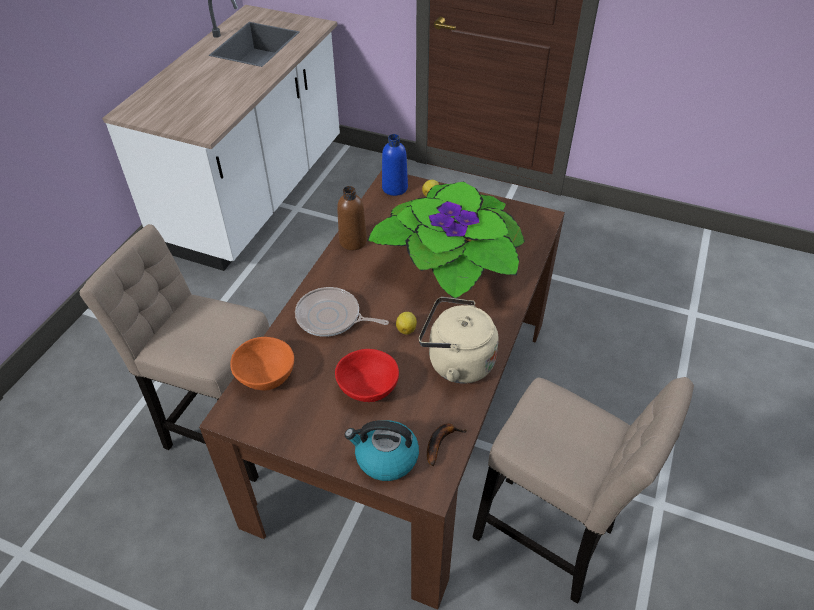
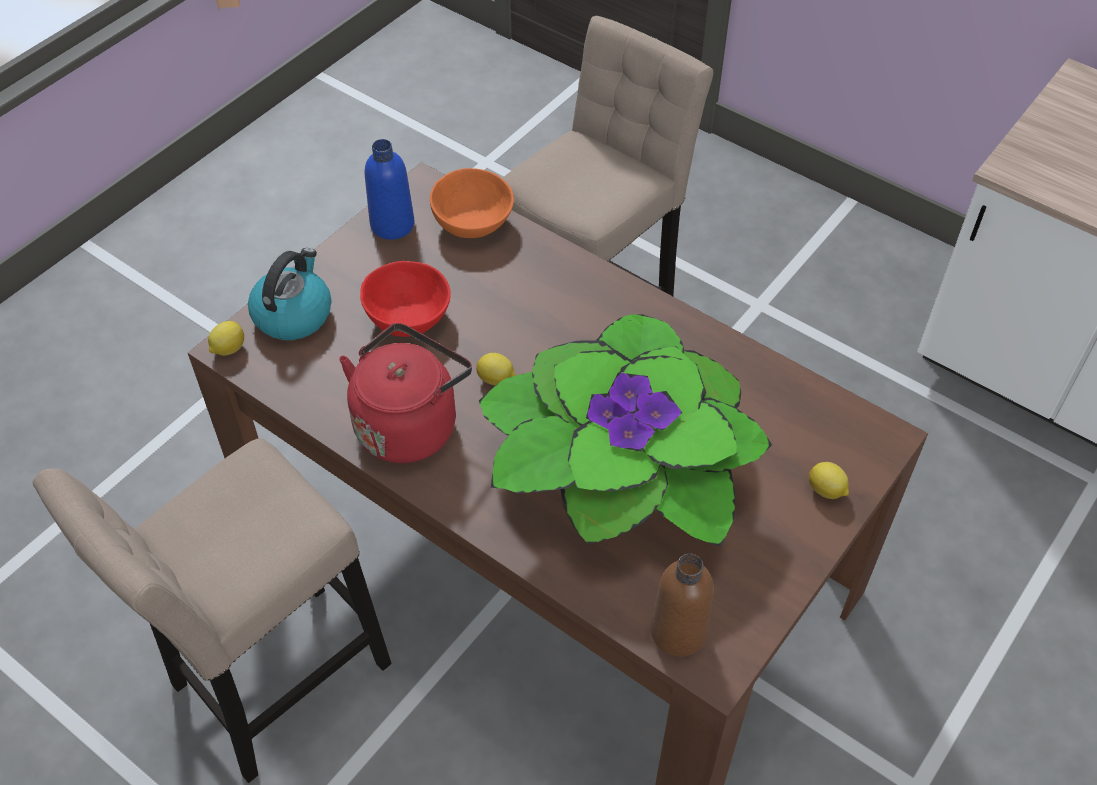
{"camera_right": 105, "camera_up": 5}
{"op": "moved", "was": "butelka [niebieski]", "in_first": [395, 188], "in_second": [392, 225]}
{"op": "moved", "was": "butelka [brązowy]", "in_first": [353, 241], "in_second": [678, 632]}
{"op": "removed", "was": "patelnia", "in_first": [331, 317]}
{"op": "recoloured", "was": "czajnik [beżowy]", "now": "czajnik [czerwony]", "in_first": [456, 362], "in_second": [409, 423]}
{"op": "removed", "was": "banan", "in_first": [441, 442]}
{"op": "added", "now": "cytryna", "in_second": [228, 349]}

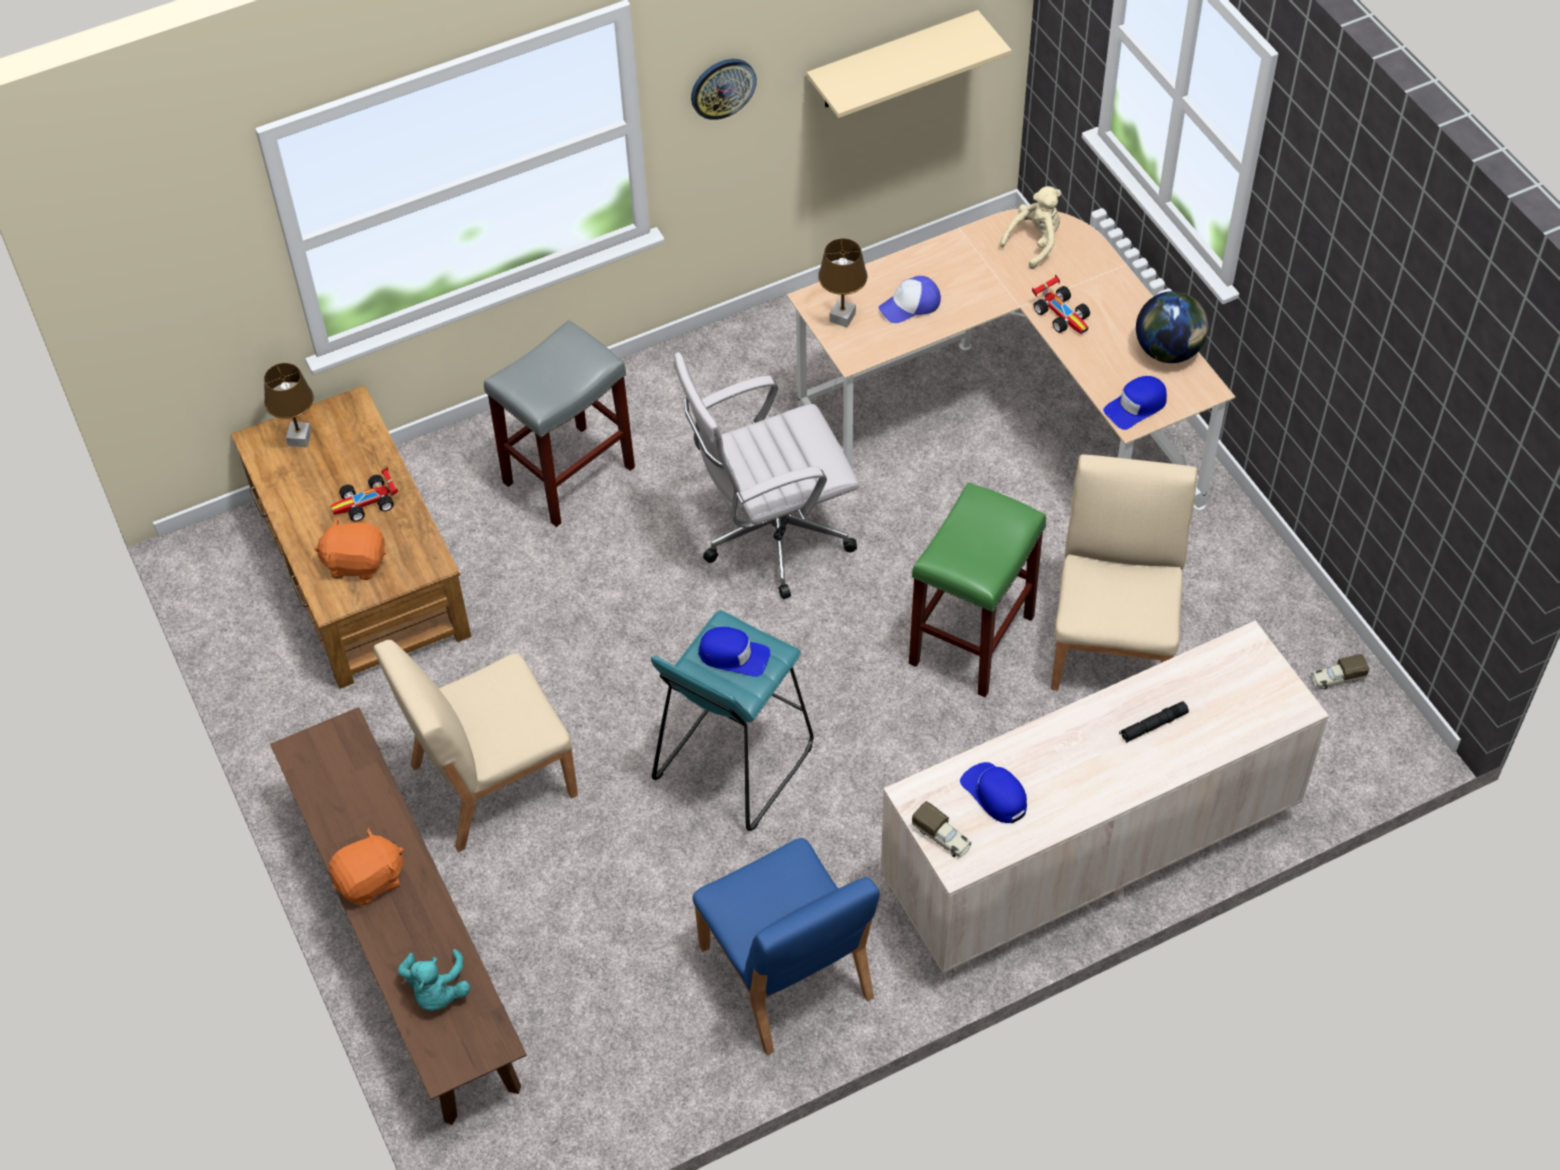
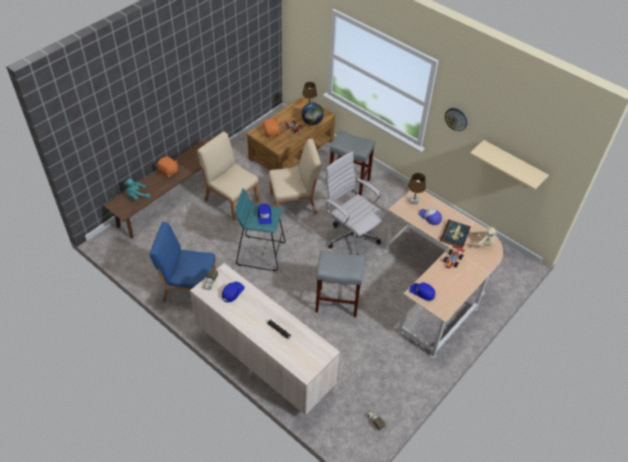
{"camera_right": 65, "camera_up": -5}
{"op": "moved", "was": "globus", "in_first": [1168, 351], "in_second": [312, 122]}
{"op": "moved", "was": "krzesło [beżowy]", "in_first": [1113, 642], "in_second": [294, 203]}
{"op": "recoloured", "was": "stołek [zielony]", "now": "stołek [szary]", "in_first": [971, 641], "in_second": [336, 302]}
{"op": "turned", "was": "krzesło [niebieski]", "in_first": [786, 974], "in_second": [189, 288], "clockwise": 60}
{"op": "added", "now": "książka", "in_second": [455, 235]}

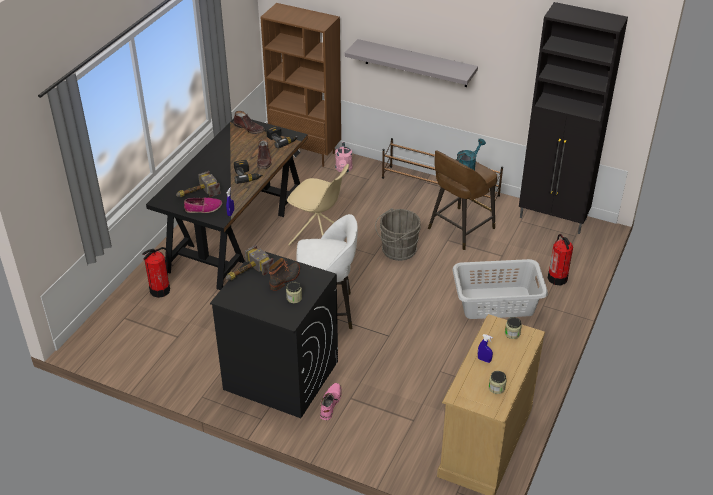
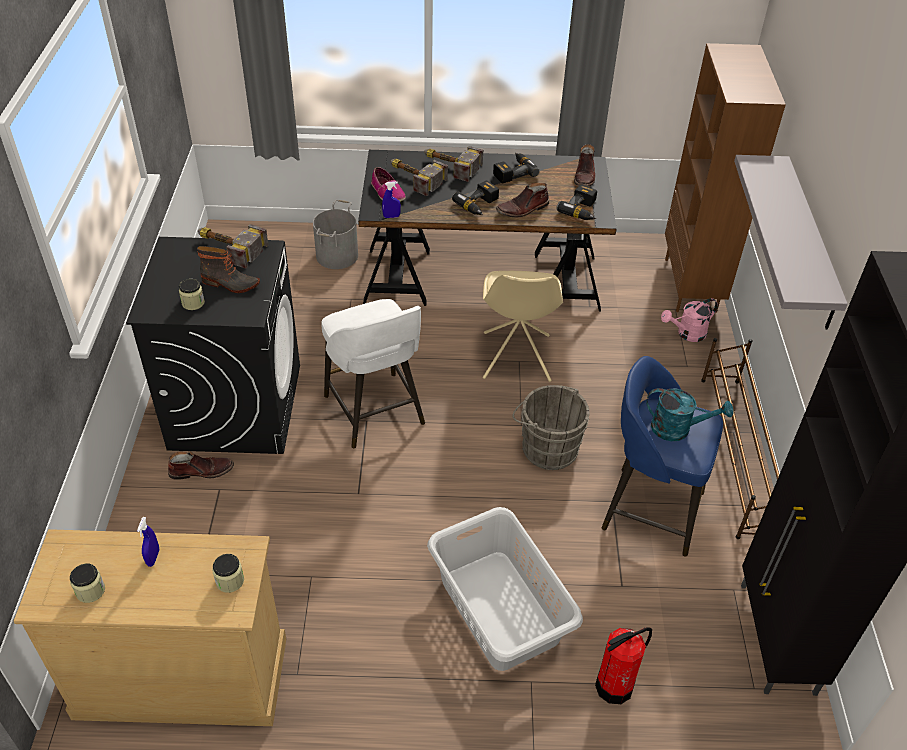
{"camera_right": 65, "camera_up": 5}
{"op": "recoloured", "was": "stołek [brązowy]", "now": "stołek [niebieski]", "in_first": [459, 229], "in_second": [649, 509]}
{"op": "replaced", "was": "gaśnica", "now": "wiadro [szary]", "in_first": [160, 290], "in_second": [336, 255]}
{"op": "recoloured", "was": "but z cholewką [różowy]", "now": "but z cholewką [brązowy]", "in_first": [330, 403], "in_second": [202, 471]}
{"op": "added", "now": "młotek", "in_second": [449, 165]}
{"op": "added", "now": "wiertarka", "in_second": [512, 172]}

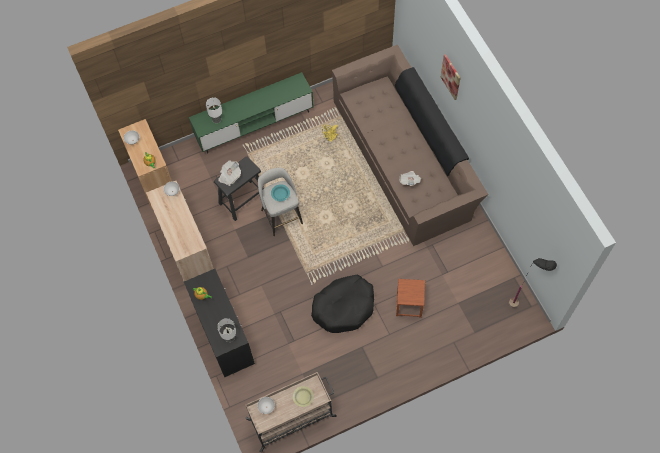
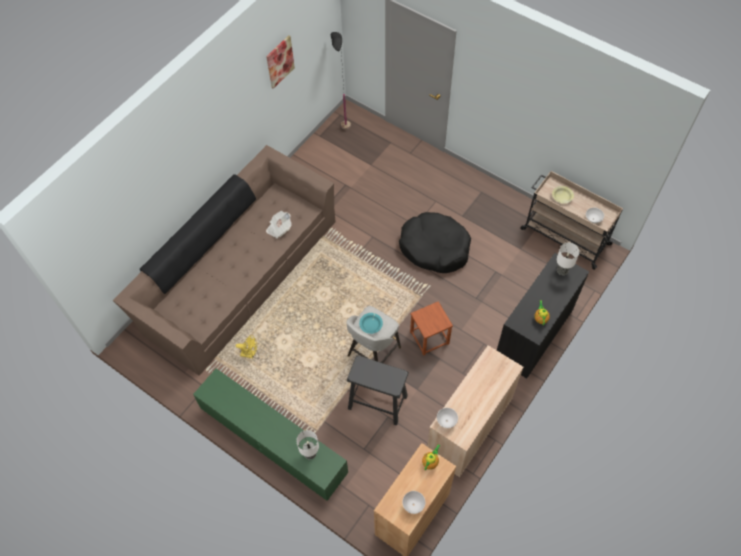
{"camera_right": -120, "camera_up": -5}
{"op": "moved", "was": "obraz", "in_first": [451, 77], "in_second": [280, 61]}
{"op": "removed", "was": "gazeta", "in_first": [229, 176]}
{"op": "moved", "was": "stołek [brązowy]", "in_first": [408, 304], "in_second": [429, 338]}

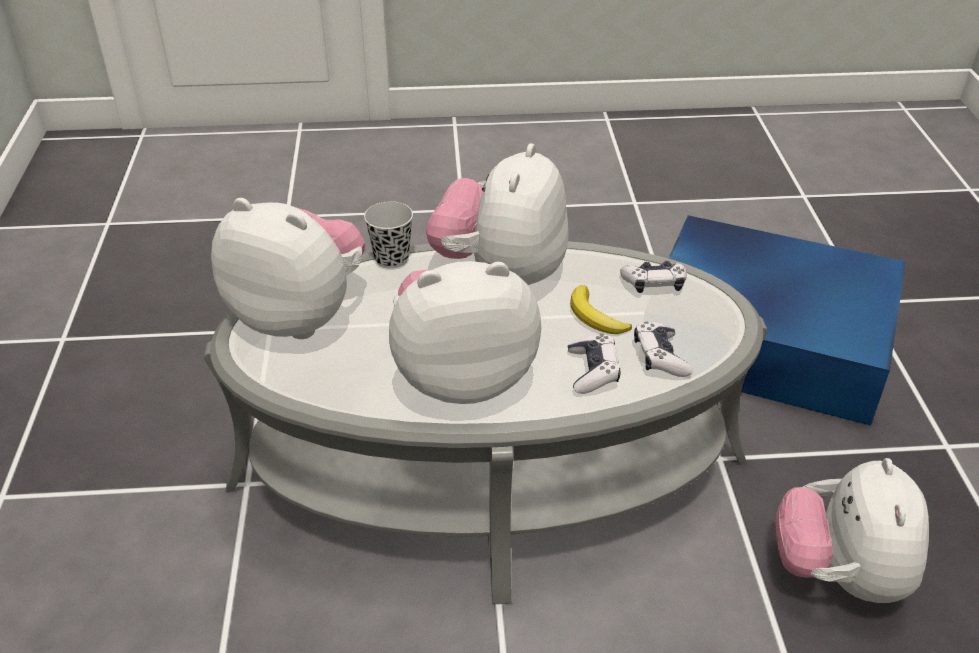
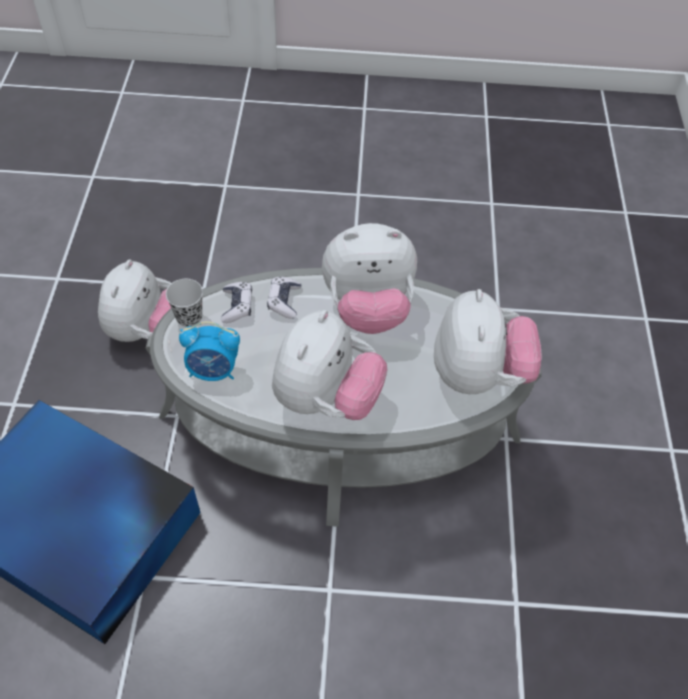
{"camera_right": -175, "camera_up": 15}
{"op": "turned", "was": "pluszak", "in_first": [300, 316], "in_second": [478, 374], "clockwise": -120}
{"op": "moved", "was": "filiżanka [czarny]", "in_first": [391, 259], "in_second": [189, 317]}
{"op": "replaced", "was": "pad do gier", "now": "budzik", "in_first": [654, 284], "in_second": [214, 370]}
{"op": "removed", "was": "banan", "in_first": [595, 317]}

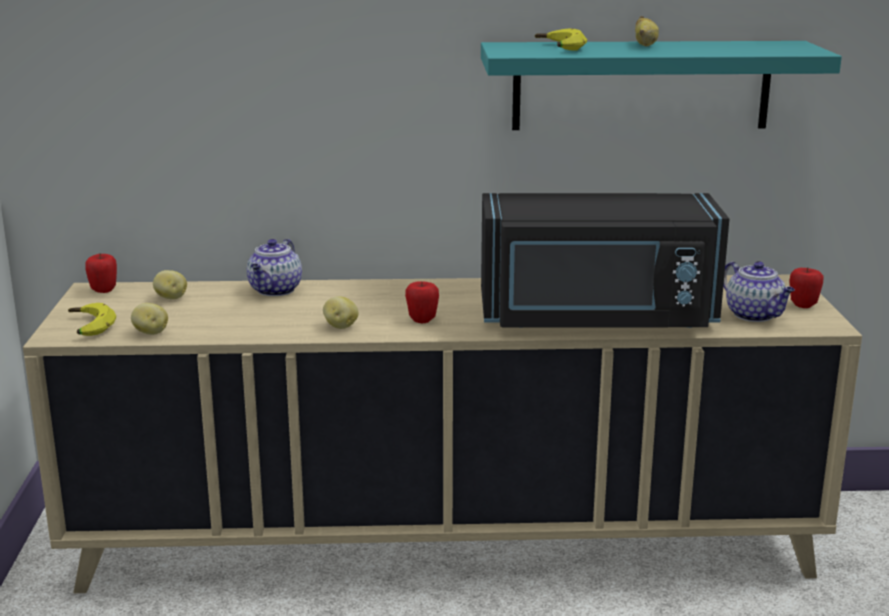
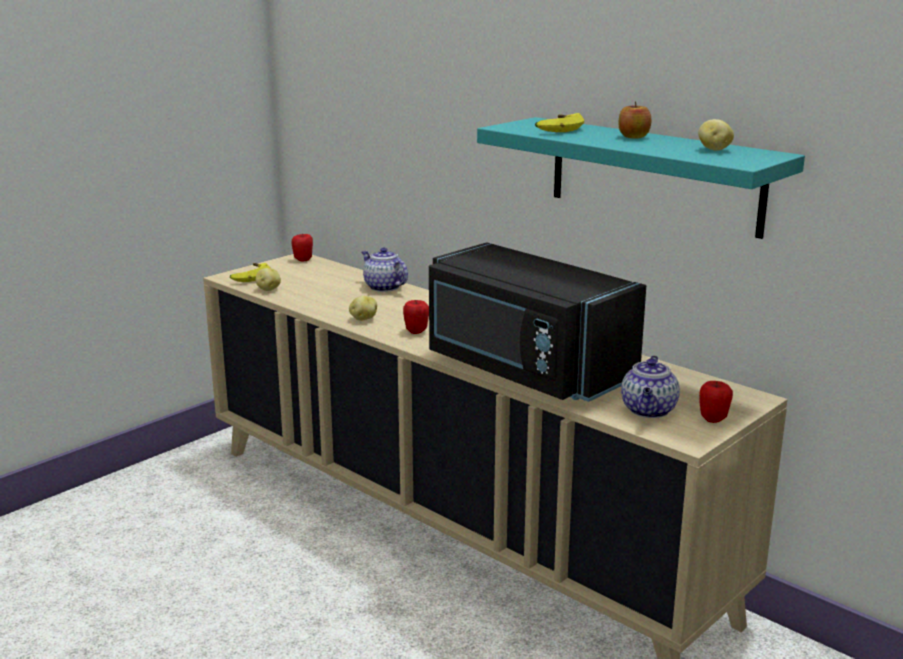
{"camera_right": 45, "camera_up": 0}
{"op": "replaced", "was": "banan", "now": "jabłko", "in_first": [645, 45], "in_second": [634, 137]}
{"op": "turned", "was": "imbryk", "in_first": [275, 291], "in_second": [383, 287], "clockwise": 75}
{"op": "moved", "was": "ziemniak", "in_first": [171, 298], "in_second": [713, 149]}

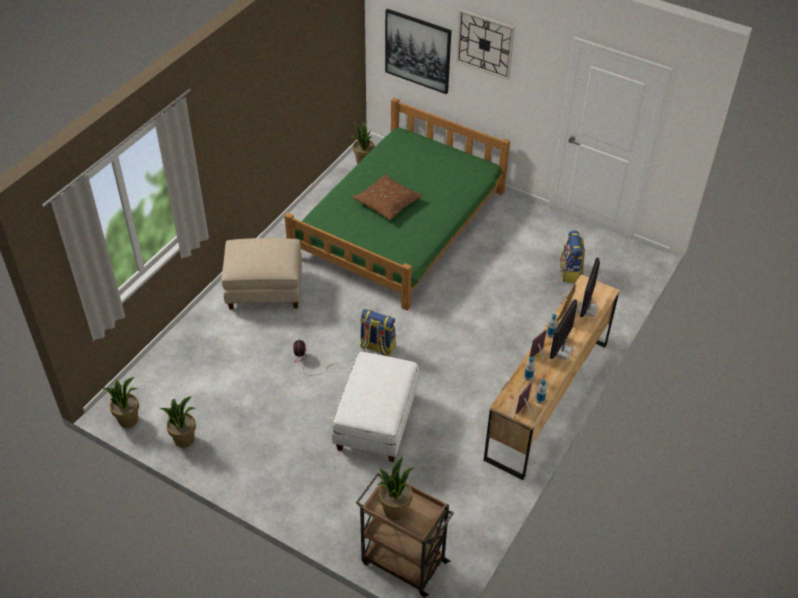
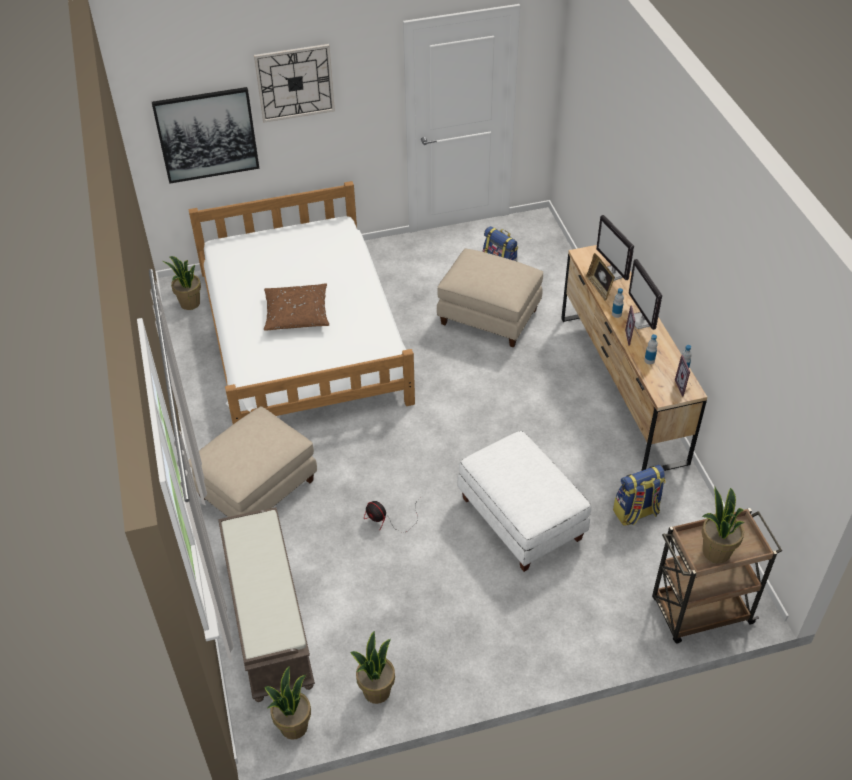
{"camera_right": -45, "camera_up": 0}
{"op": "recoloured", "was": "łóżko [zielony]", "now": "łóżko [biały]", "in_first": [399, 224], "in_second": [303, 335]}
{"op": "moved", "was": "plecak", "in_first": [377, 347], "in_second": [636, 513]}
{"op": "added", "now": "pufa [beżowy]", "in_second": [489, 316]}
{"op": "added", "now": "ławka [brązowy]", "in_second": [268, 620]}

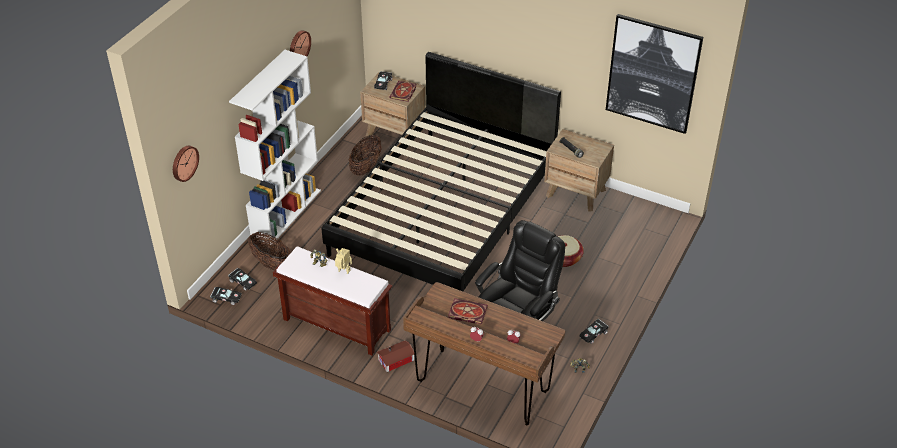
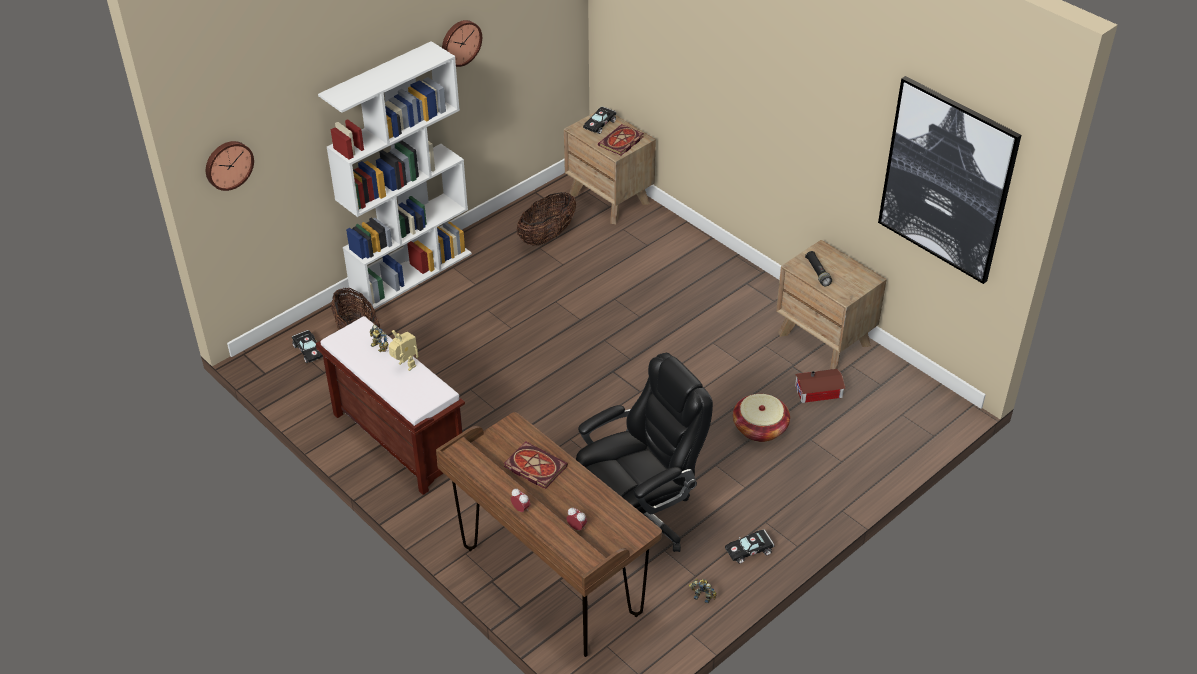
{"camera_right": 20, "camera_up": 0}
{"op": "removed", "was": "łóżko [czarny]", "in_first": [444, 212]}
{"op": "removed", "was": "samochodzik [czarny]", "in_first": [225, 298]}
{"op": "moved", "was": "domek", "in_first": [397, 360], "in_second": [820, 392]}

